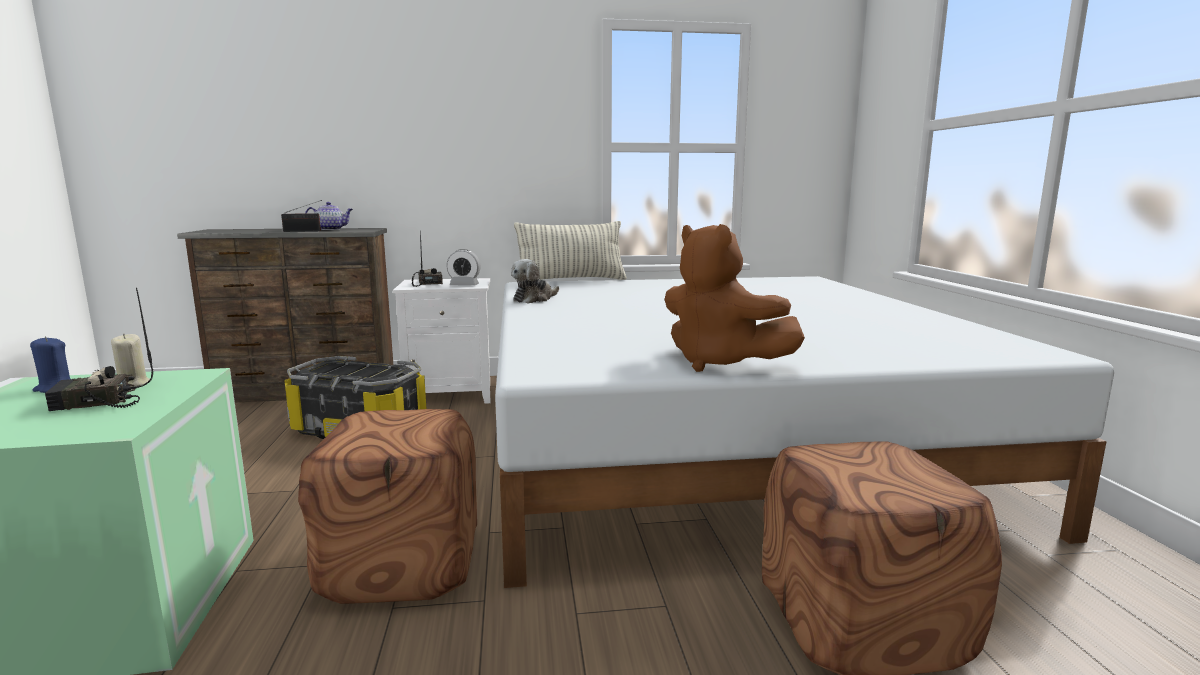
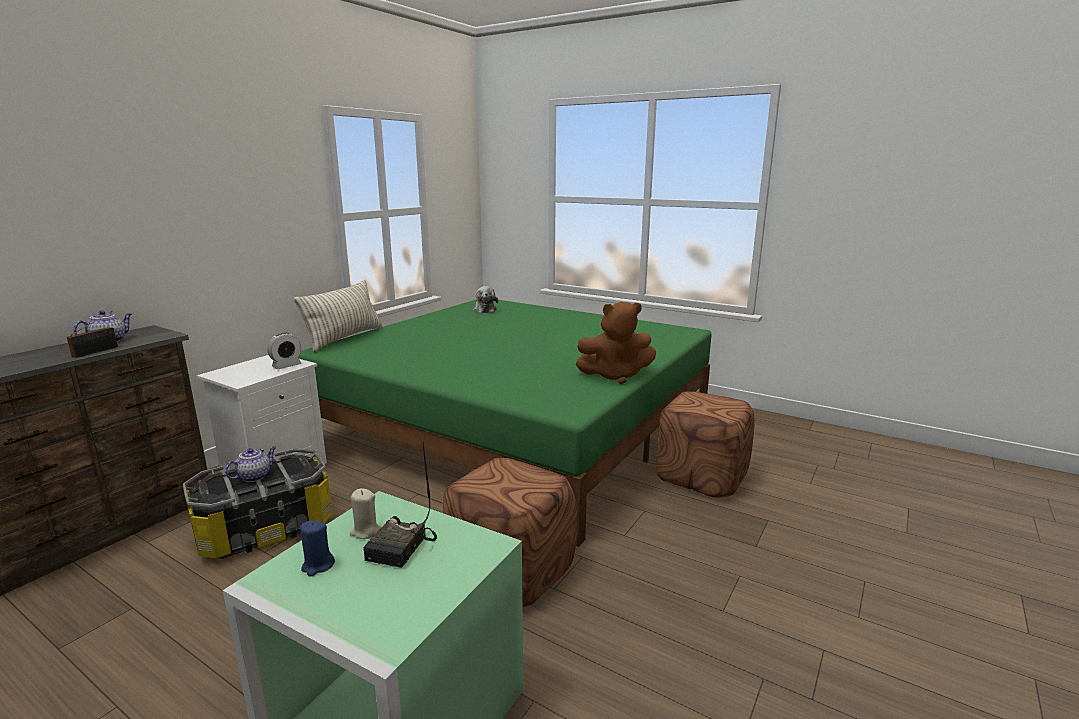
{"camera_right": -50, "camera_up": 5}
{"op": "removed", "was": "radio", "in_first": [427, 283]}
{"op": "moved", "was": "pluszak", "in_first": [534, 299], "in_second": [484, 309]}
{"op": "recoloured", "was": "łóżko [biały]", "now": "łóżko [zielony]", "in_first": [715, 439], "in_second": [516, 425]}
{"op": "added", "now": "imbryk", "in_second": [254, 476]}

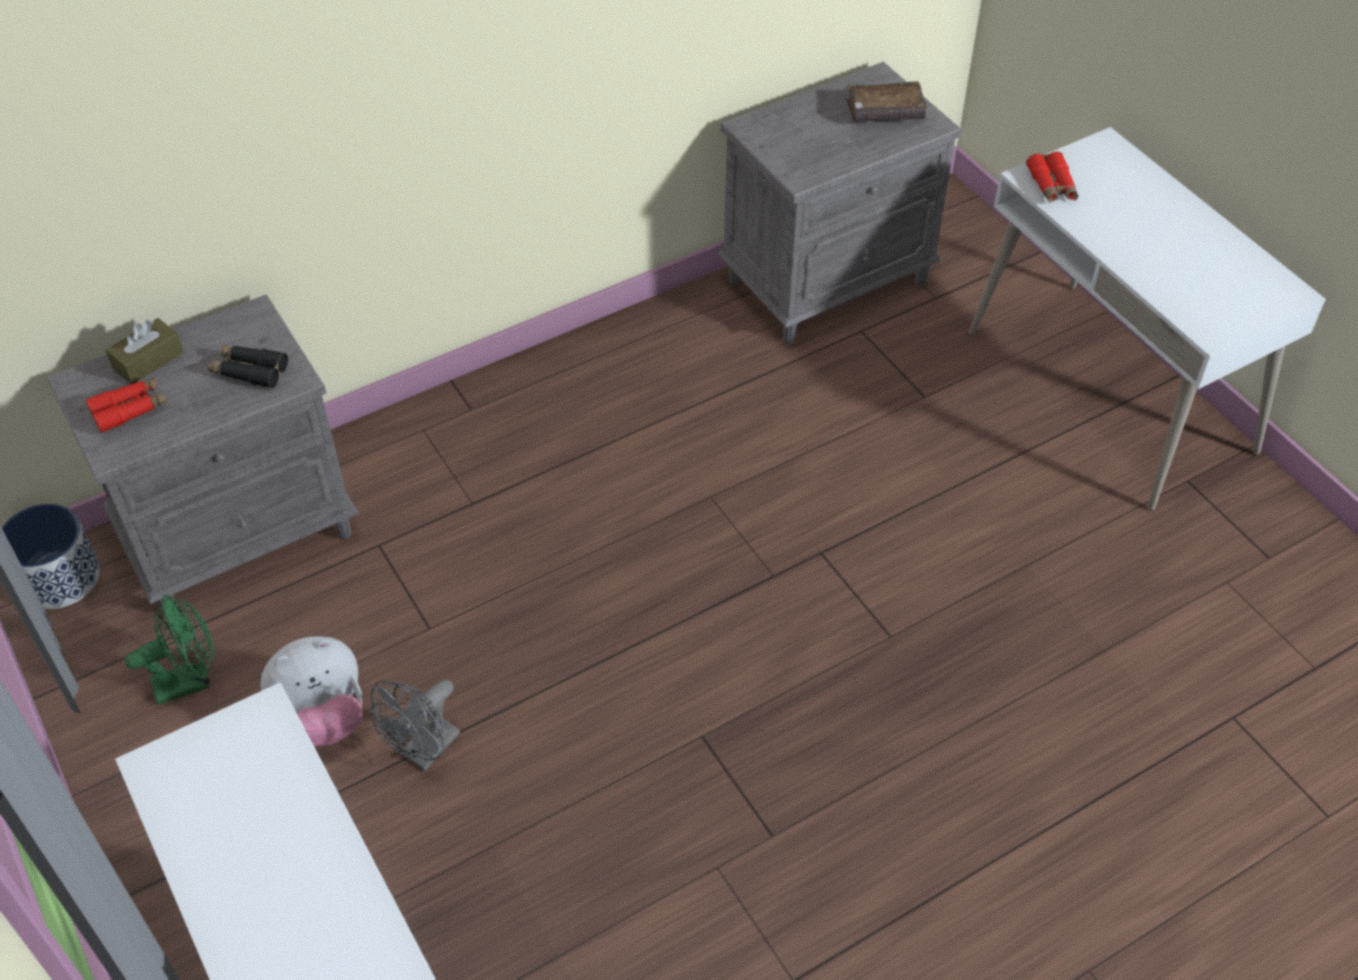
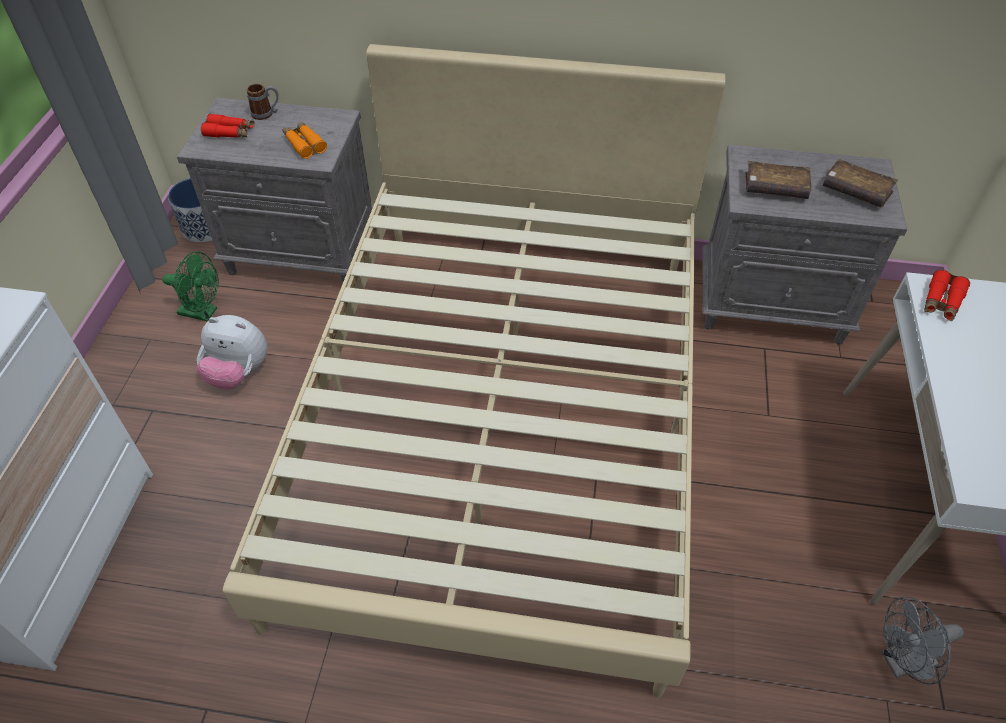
{"camera_right": 40, "camera_up": 0}
{"op": "replaced", "was": "pudełko chusteczek [brązowy]", "now": "kubek", "in_first": [148, 360], "in_second": [266, 113]}
{"op": "recoloured", "was": "lornetka [czarny]", "now": "lornetka [pomarańczowy]", "in_first": [249, 371], "in_second": [304, 144]}
{"op": "moved", "was": "wentylator [szary]", "in_first": [425, 752], "in_second": [901, 662]}
{"op": "added", "now": "łóżko [beżowy]", "in_second": [504, 417]}
{"op": "added", "now": "książka [brązowy]", "in_second": [775, 188]}

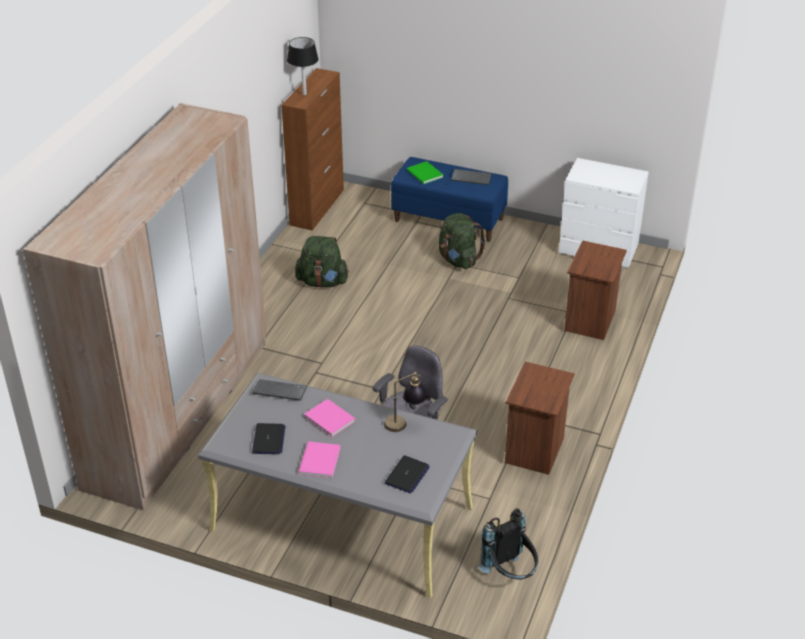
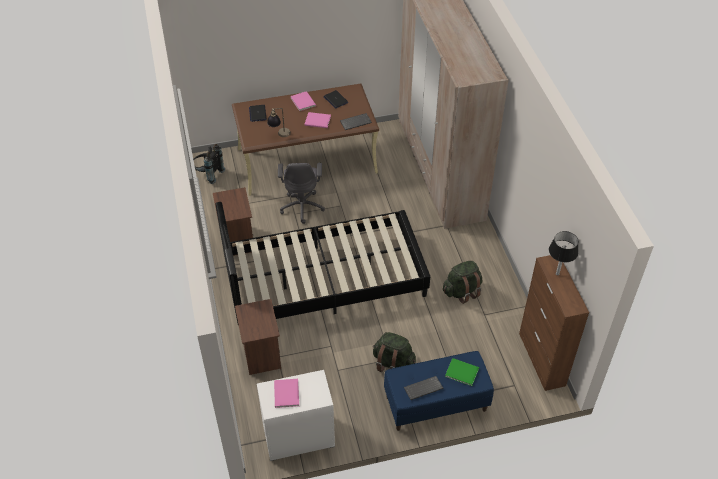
{"camera_right": 145, "camera_up": 10}
{"op": "recoloured", "was": "biurko [szary]", "now": "biurko [brązowy]", "in_first": [341, 518], "in_second": [307, 160]}
{"op": "added", "now": "łóżko [czarny]", "in_second": [325, 280]}
{"op": "added", "now": "książka [różowy]", "in_second": [285, 394]}

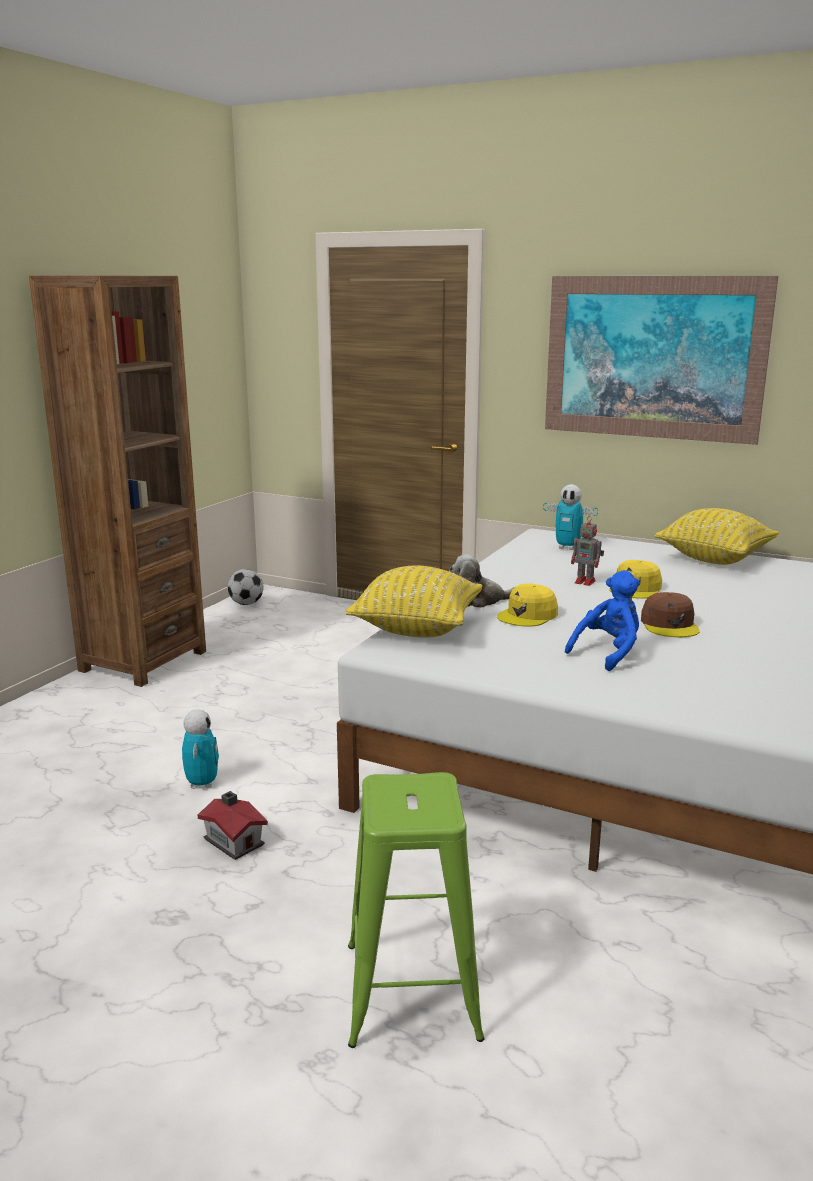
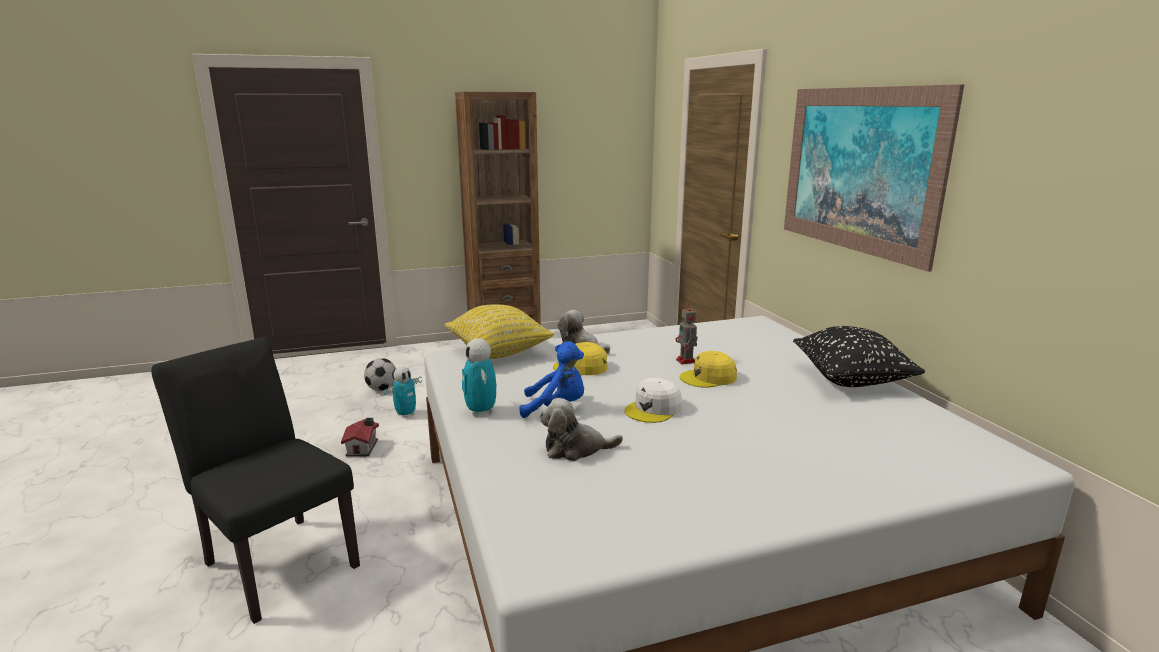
{"camera_right": 45, "camera_up": 0}
{"op": "moved", "was": "robot zabawkowy", "in_first": [568, 547], "in_second": [481, 411]}
{"op": "recoloured", "was": "poduszka [żółty]", "now": "poduszka [czarny]", "in_first": [714, 559], "in_second": [851, 380]}
{"op": "moved", "was": "piłka futbolowa", "in_first": [246, 604], "in_second": [382, 389]}
{"op": "recoloured", "was": "czapka z daszkiem [brązowy]", "now": "czapka z daszkiem [biały]", "in_first": [669, 625], "in_second": [654, 409]}
{"op": "replaced", "was": "stołek [zielony]", "now": "krzesło [czarny]", "in_first": [411, 991], "in_second": [276, 560]}
{"op": "added", "now": "pluszak", "in_second": [575, 449]}

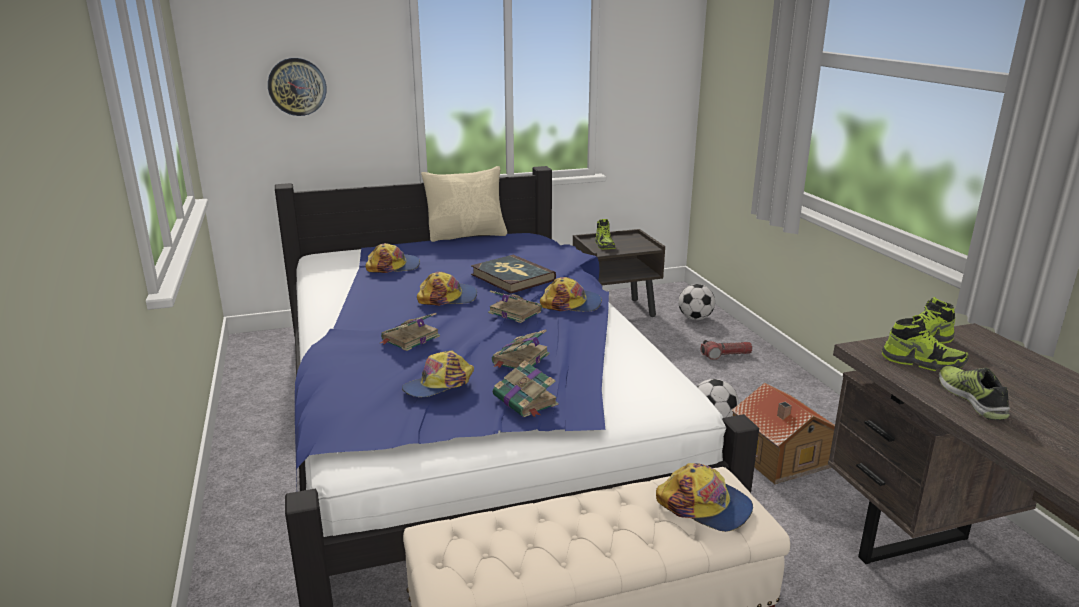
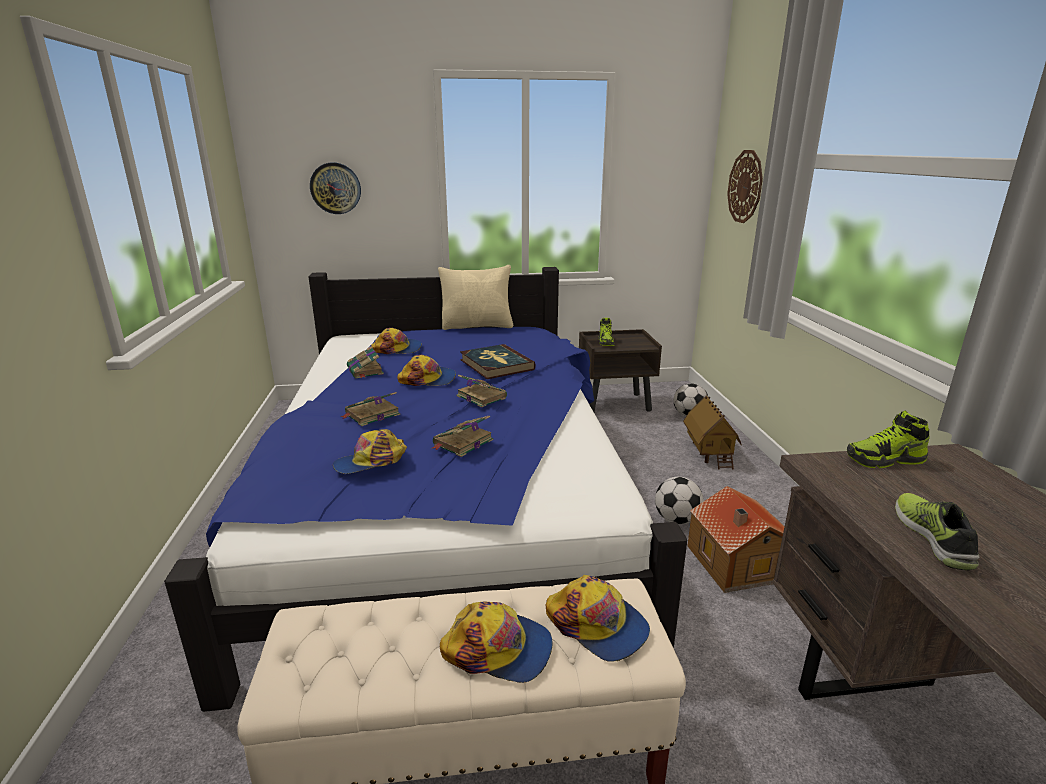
{"camera_right": 10, "camera_up": 0}
{"op": "moved", "was": "czapka z daszkiem", "in_first": [571, 303], "in_second": [498, 649]}
{"op": "removed", "was": "but", "in_first": [922, 362]}
{"op": "replaced", "was": "latarka", "now": "domek", "in_first": [725, 355], "in_second": [709, 453]}
{"op": "moved", "was": "książka", "in_first": [526, 401], "in_second": [365, 371]}
{"op": "added", "now": "zegar ścienny", "in_second": [745, 186]}

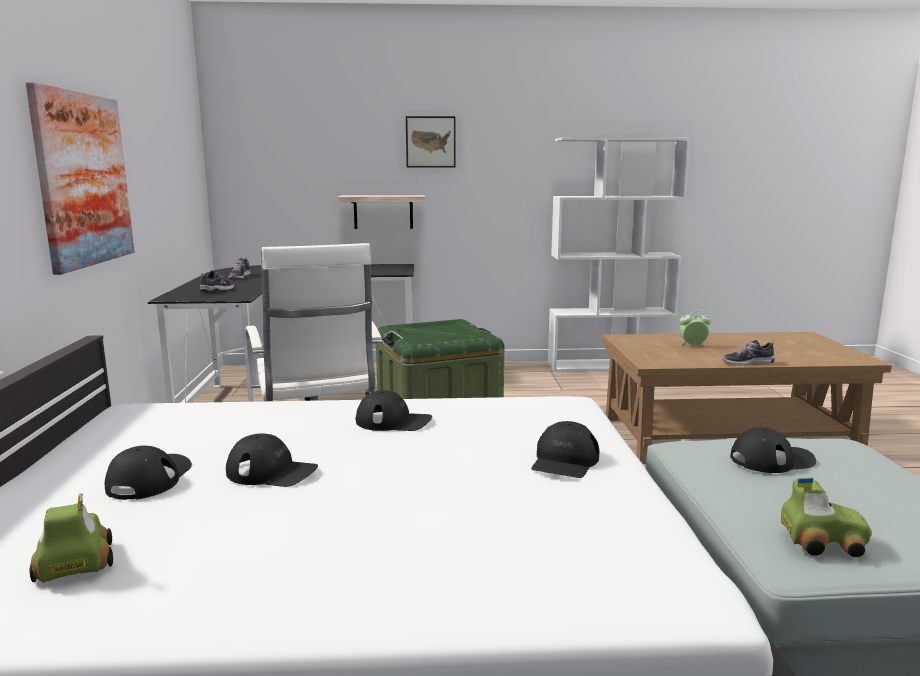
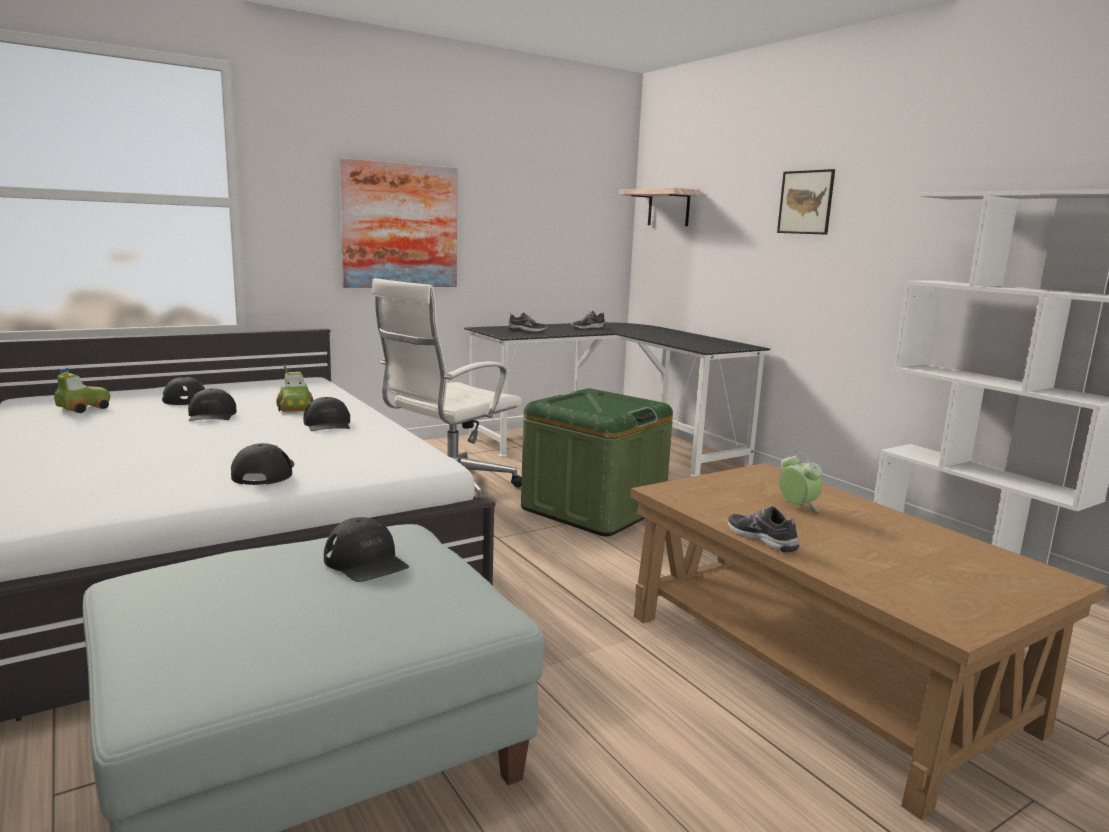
{"camera_right": 60, "camera_up": 0}
{"op": "moved", "was": "półka", "in_first": [383, 212], "in_second": [668, 208]}
{"op": "turned", "was": "czapka z daszkiem [czarny]", "in_first": [564, 461], "in_second": [264, 472], "clockwise": 90}
{"op": "moved", "was": "samochodzik", "in_first": [821, 541], "in_second": [296, 408]}

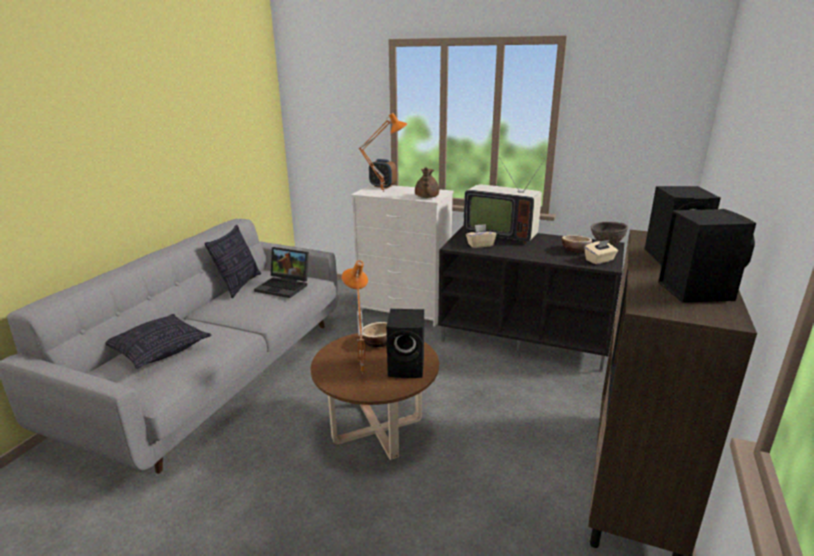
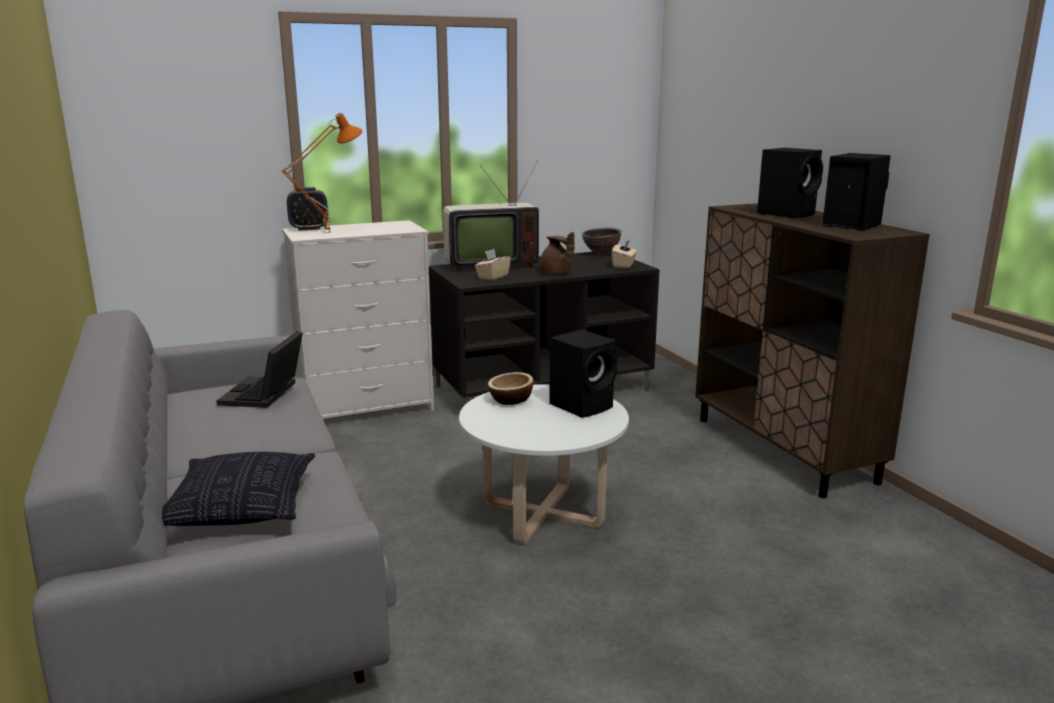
{"camera_right": -45, "camera_up": -5}
{"op": "moved", "was": "imbryk [brązowy]", "in_first": [426, 197], "in_second": [556, 273]}
{"op": "removed", "was": "poduszka", "in_first": [239, 285]}
{"op": "removed", "was": "miska", "in_first": [575, 250]}
{"op": "turned", "was": "laptop", "in_first": [285, 286], "in_second": [264, 394], "clockwise": 120}
{"op": "removed", "was": "lampa stołowa [pomarańczowy]", "in_first": [360, 373]}
{"op": "recoloured", "was": "ława [brązowy]", "now": "ława [biały]", "in_first": [377, 430], "in_second": [543, 514]}

